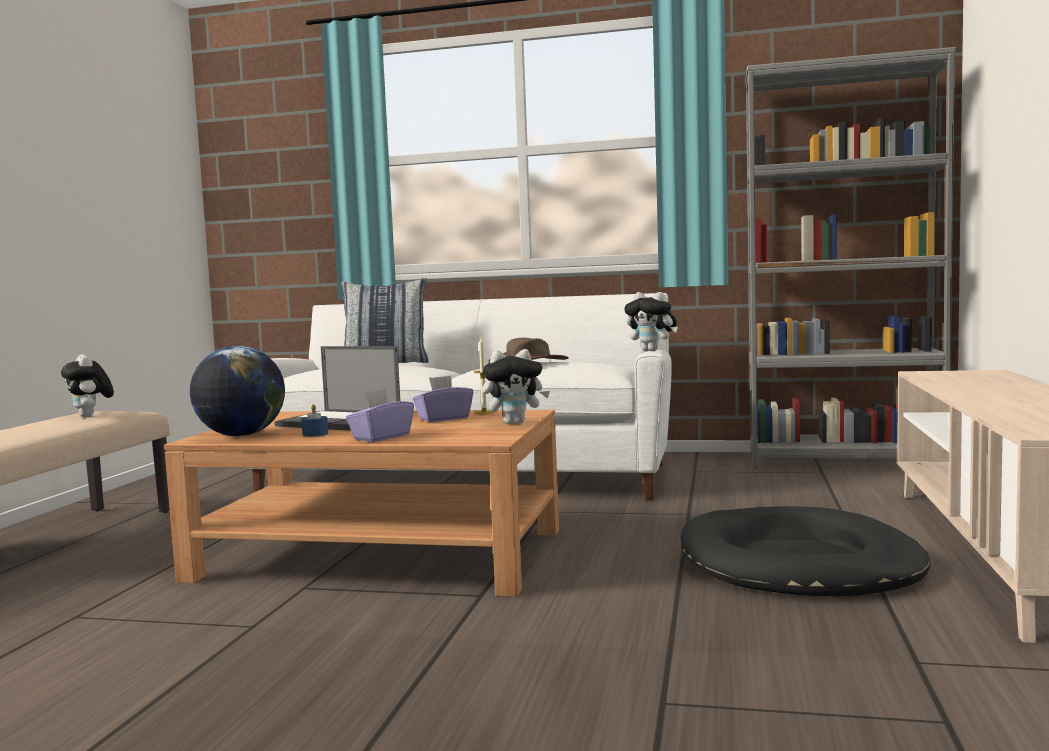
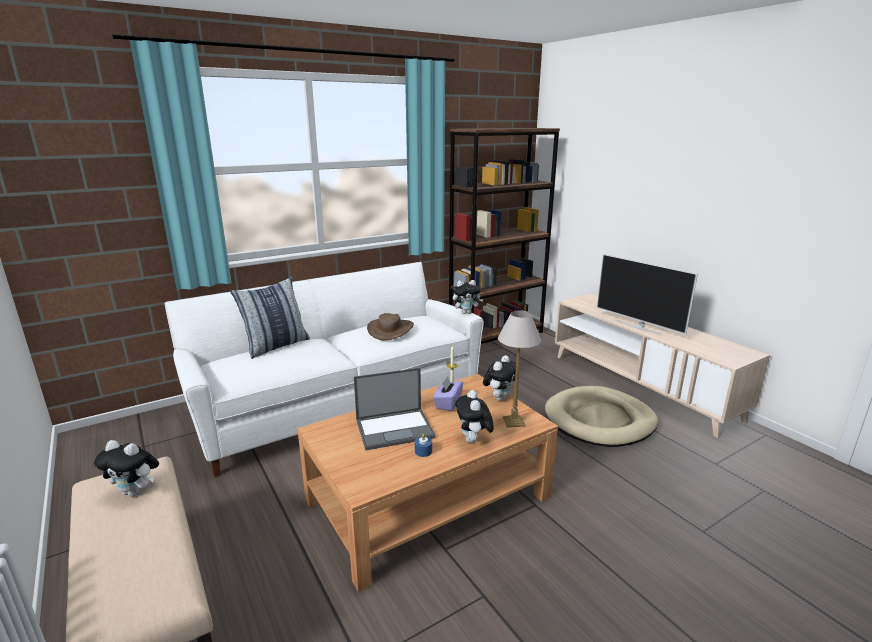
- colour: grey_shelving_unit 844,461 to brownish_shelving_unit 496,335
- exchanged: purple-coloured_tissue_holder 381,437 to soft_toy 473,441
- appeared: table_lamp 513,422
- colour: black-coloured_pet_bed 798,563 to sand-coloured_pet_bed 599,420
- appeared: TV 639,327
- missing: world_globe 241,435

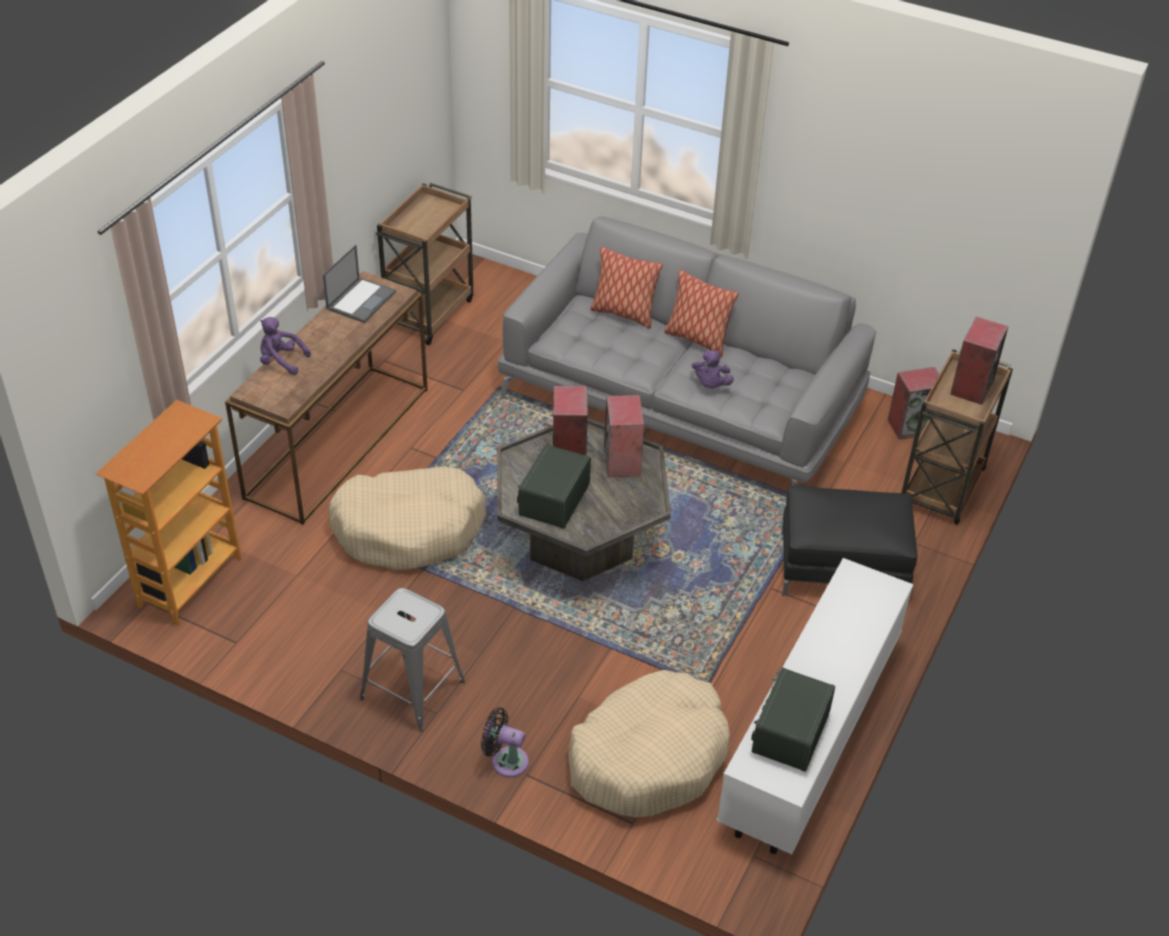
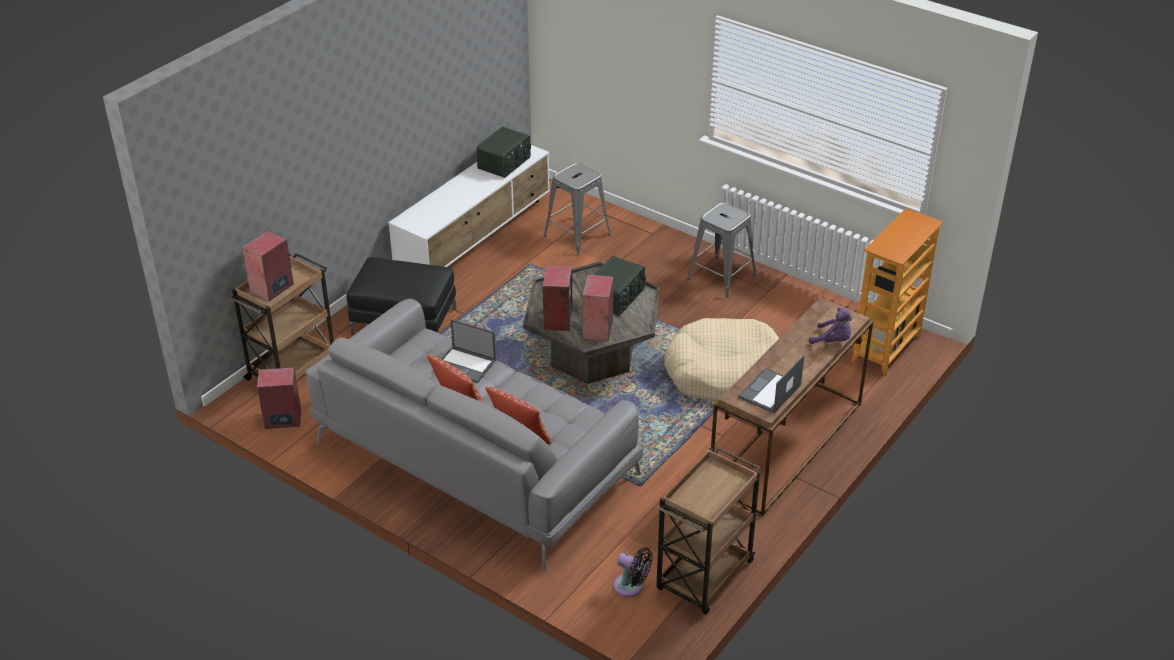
- exchanged: purple-coloured_soft_toy 710,384 to portable_computer 466,365
- exchanged: sand-coloured_pet_bed 648,756 to grey_stool_seat 577,235
- relocated: black-coloured_cooling_fan 506,761 to 631,587

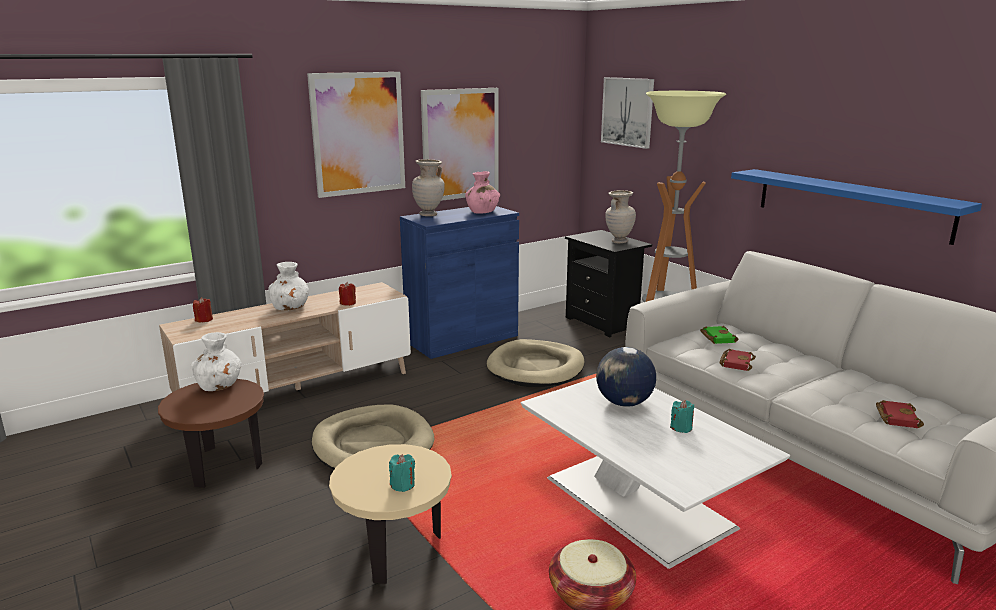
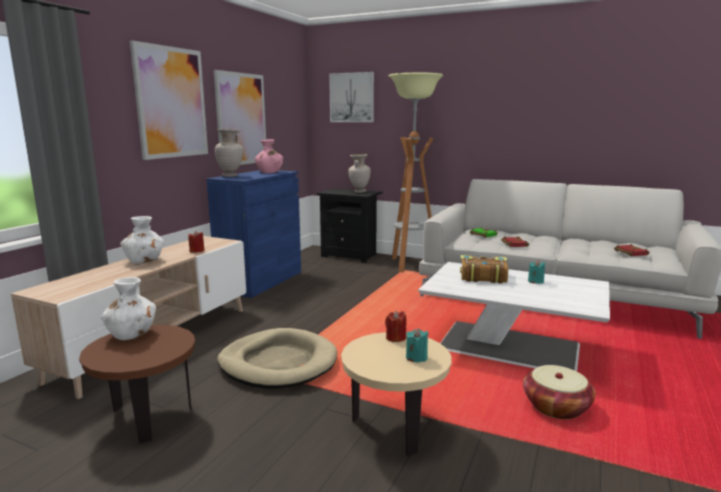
- relocated: reddish_wax_candle 204,320 to 395,338
- exchanged: world_globe 623,403 to bound_book 482,276
- missing: sand-coloured_pet_bed 536,368
- missing: blue-coloured_wall_shelf 850,204

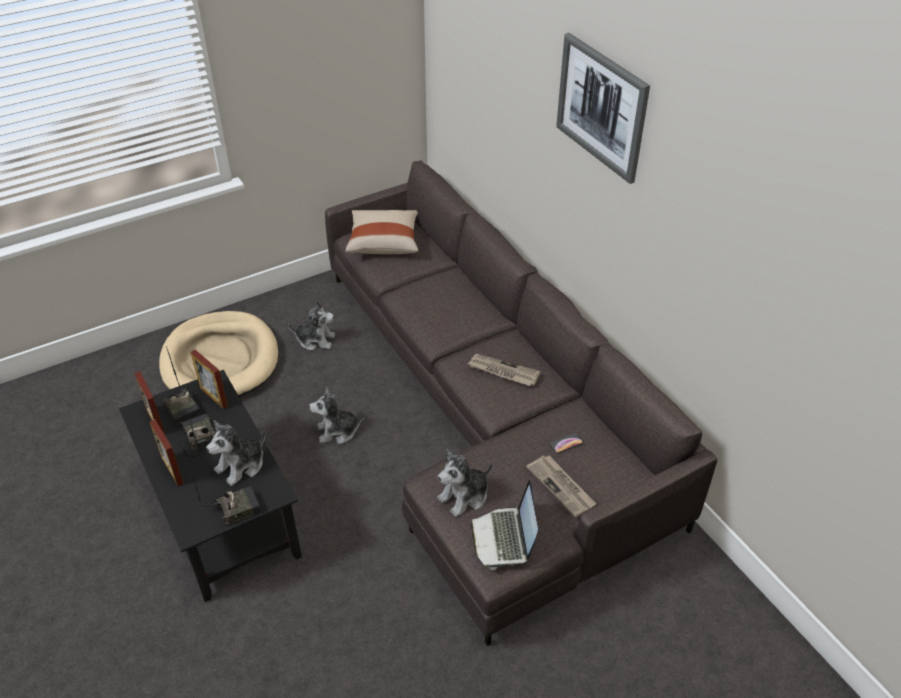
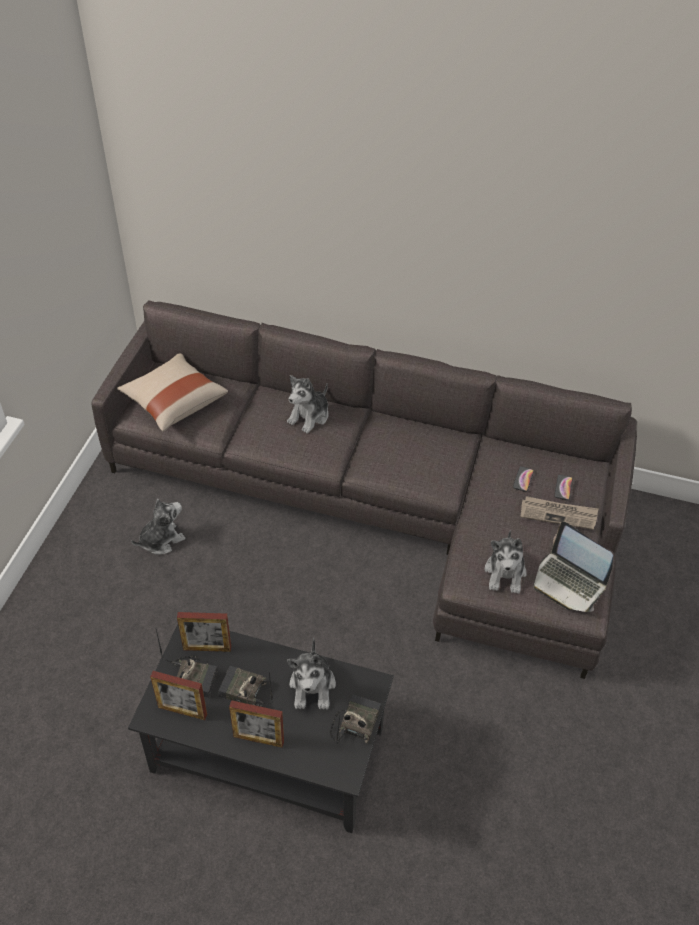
- relocated: soft_toy 338,431 to 309,416
- appeared: phone 563,487
- missing: sand-coloured_pet_bed 220,360
- missing: newspaper 503,371
- missing: picture 601,107

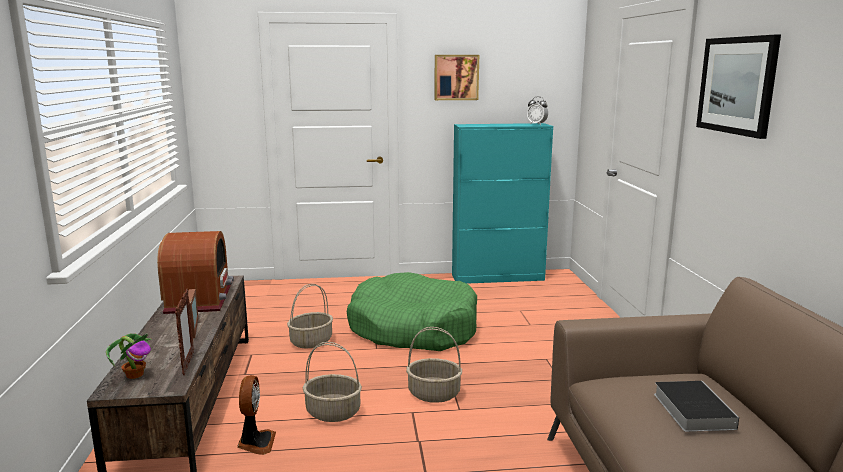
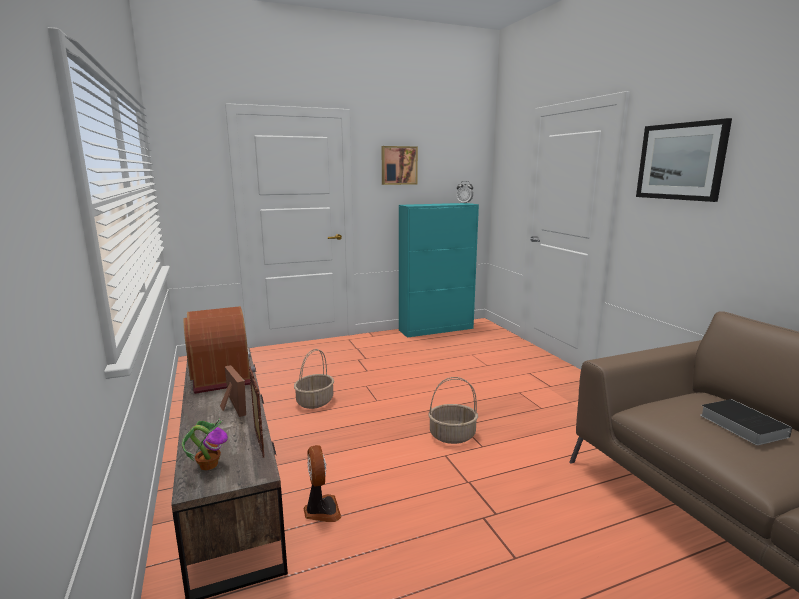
- missing: storage_basket 333,412
- missing: green-coloured_pet_bed 413,328

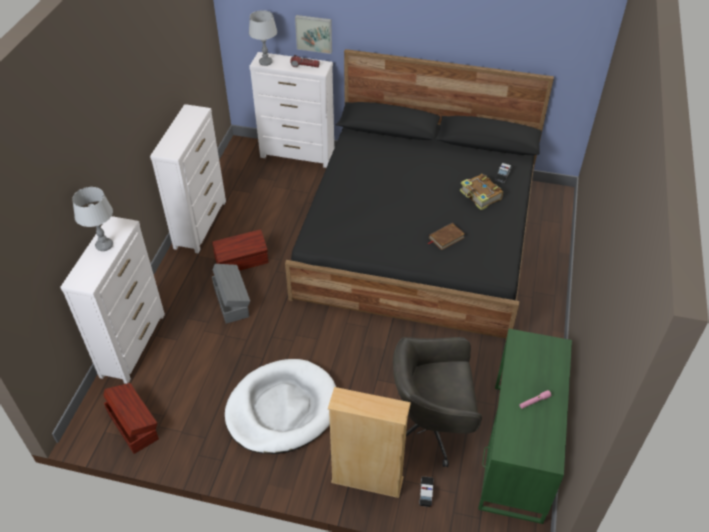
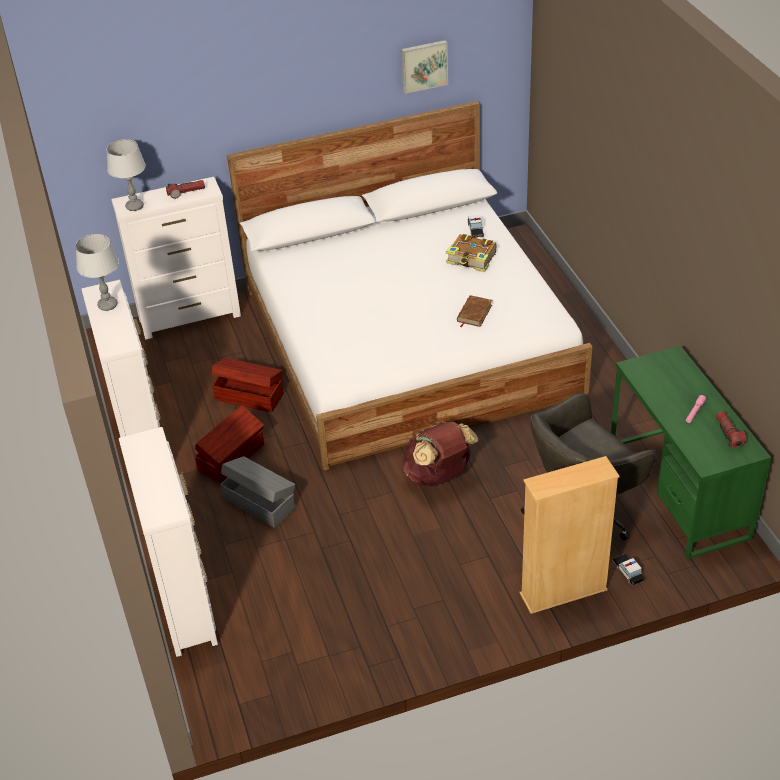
- relocated: grey_table_lamp 104,245 to 107,305
- relocated: brownish_storage_container 133,425 to 249,396
- colour: black-coloured_sleeping_bed 419,236 to white-coloured_sleeping_bed 408,341
- relocated: picture 314,33 to 424,65
- appeared: brownish_rucksack 438,476
- appeared: torch 728,434
- missing: white-coloured_pet_bed 282,409

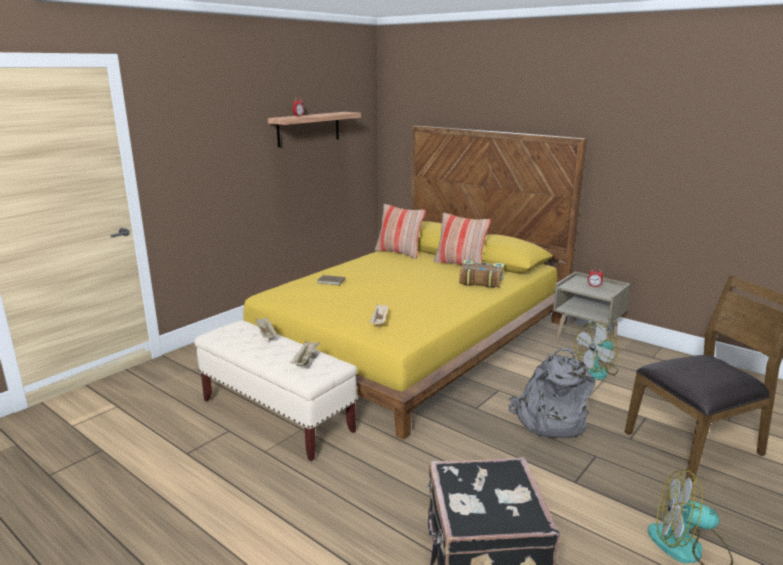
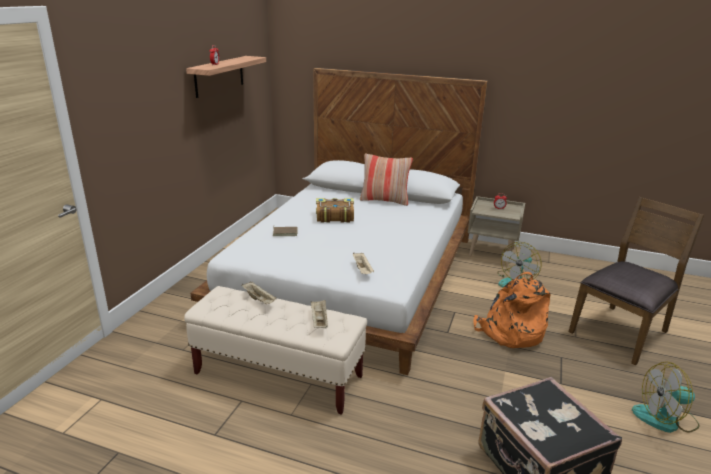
- colour: yellowish_sleeping_bed 411,341 to white-coloured_sleeping_bed 353,276
- relocated: bound_book 480,280 to 334,216
- colour: grey_rucksack 549,420 to orange-coloured_rucksack 509,332
- missing: cushion 399,252

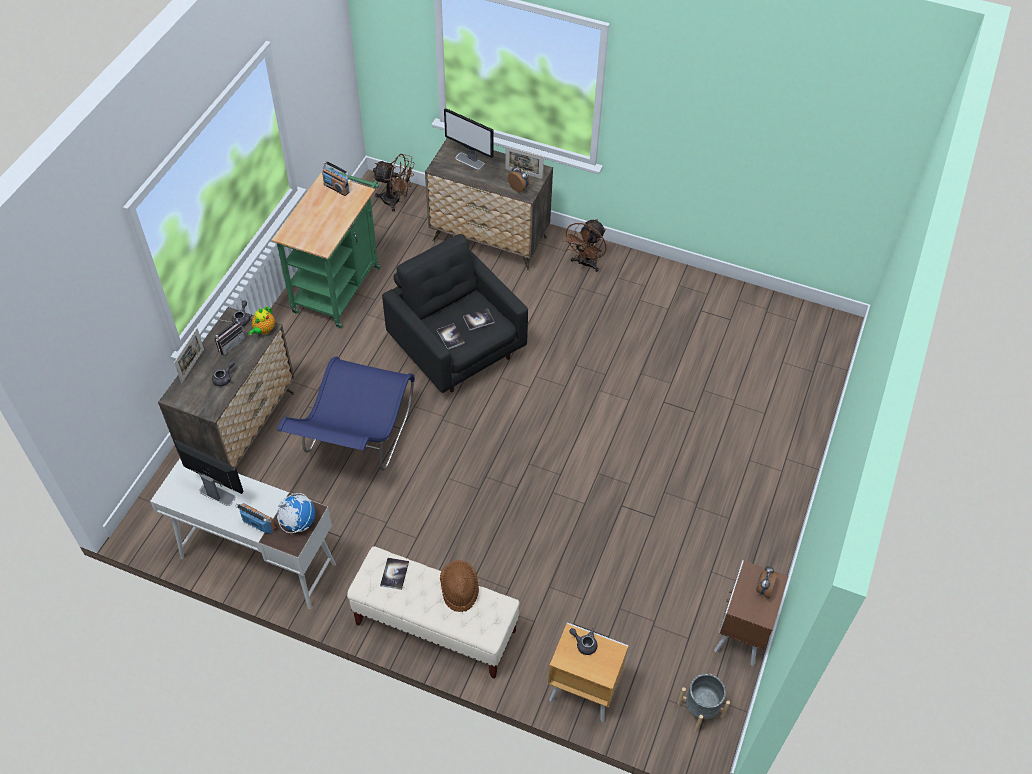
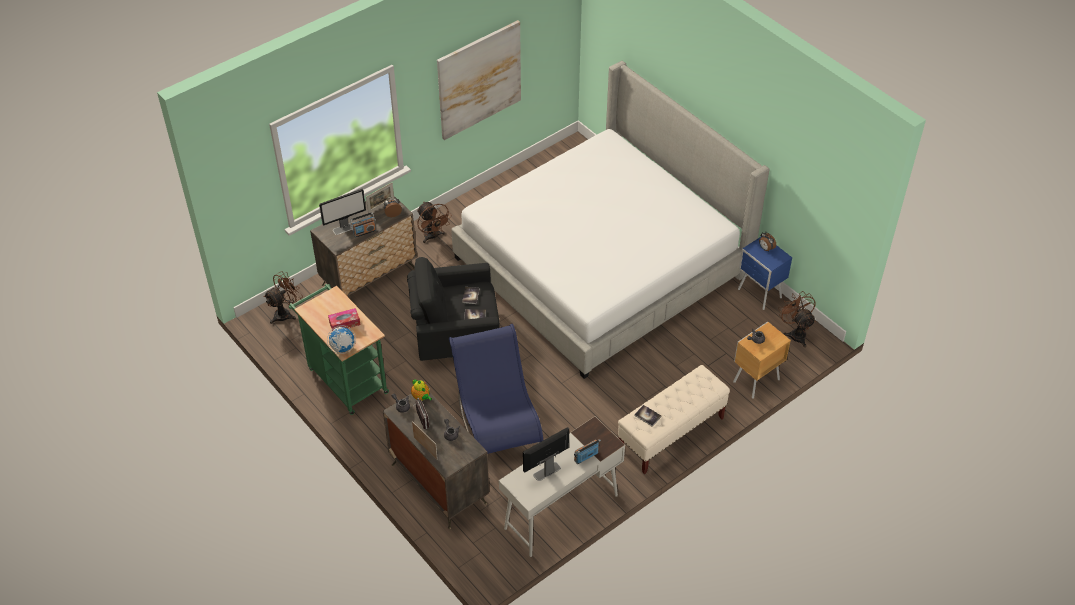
- relocated: world_globe 298,522 to 342,348
- appeared: tissue_holder 344,323
- relocated: radio_receiver 336,188 to 364,232
- appeared: picture 479,79
- spun: blue-coloured_chair 356,441 = 496,421 150 degrees counterclockwise
- appeared: sleeping_bed 601,265
- colour: brownish_nightstand 739,636 to blue-coloured_nightstand 760,294
- exchanged: grey_planter 700,710 to brownish_cooling_fan 795,333
- missing: brownish_hat 459,590

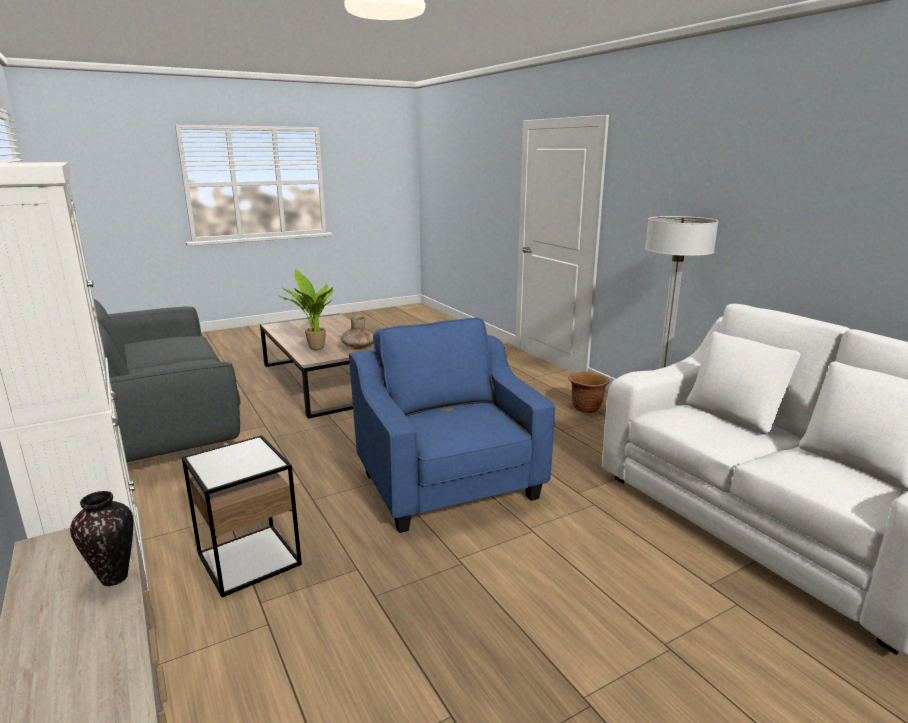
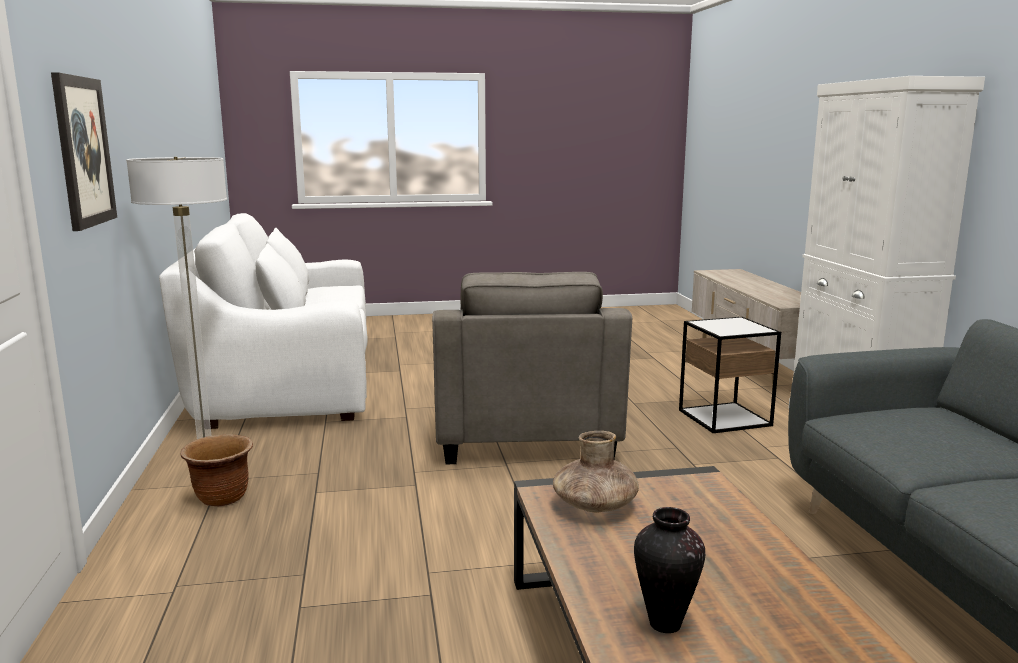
- appeared: picture 83,151
- colour: blue-coloured_armchair 450,485 to grey_armchair 524,438
- relocated: decorative_vase 115,578 to 663,623
- missing: potted_plant 314,349

